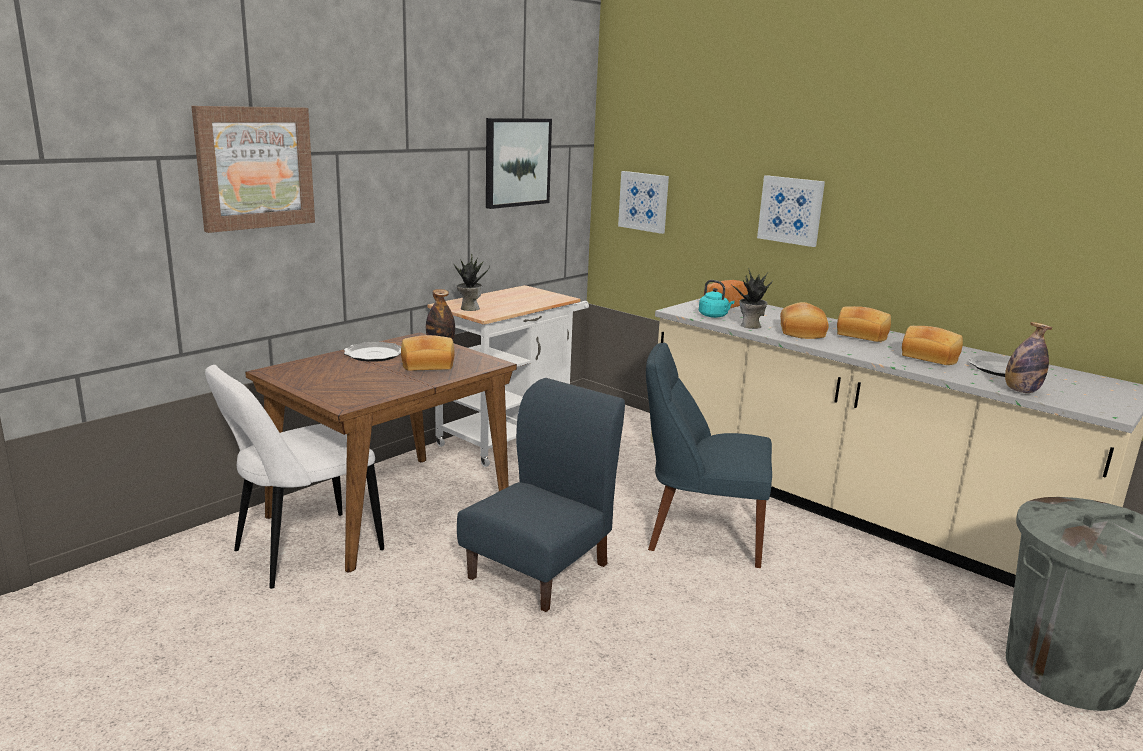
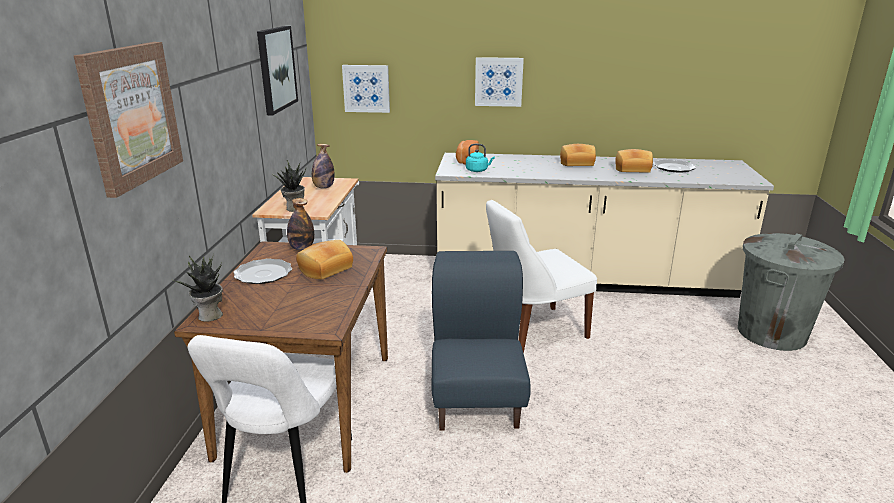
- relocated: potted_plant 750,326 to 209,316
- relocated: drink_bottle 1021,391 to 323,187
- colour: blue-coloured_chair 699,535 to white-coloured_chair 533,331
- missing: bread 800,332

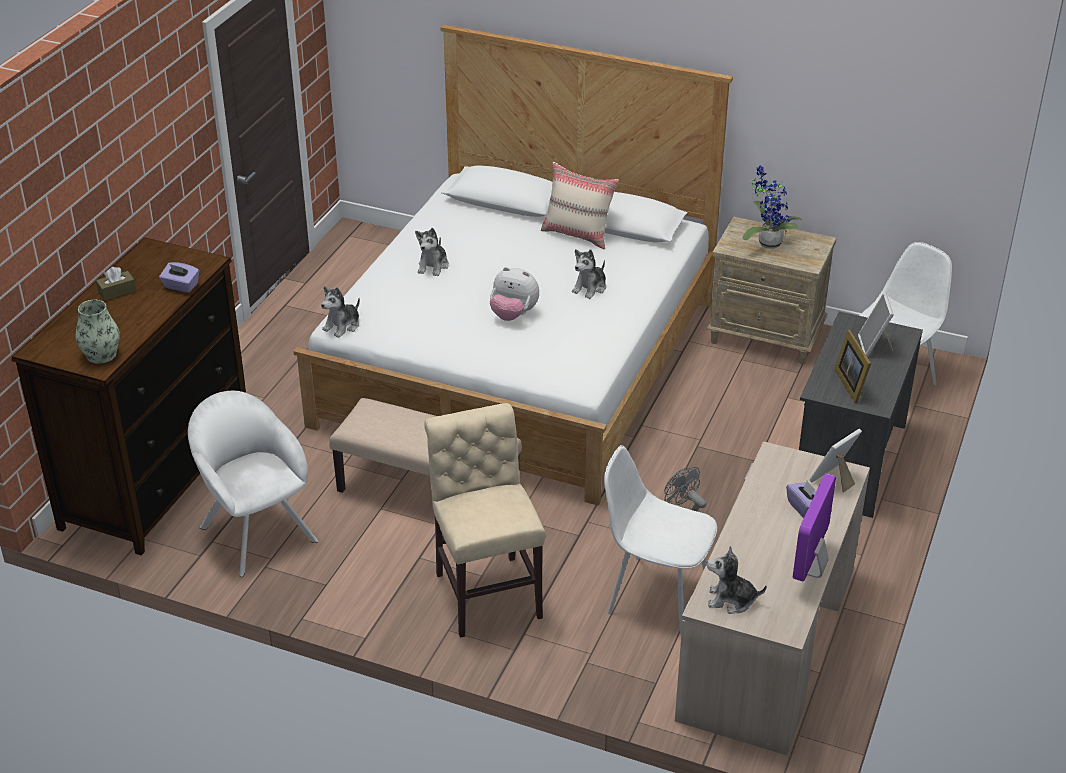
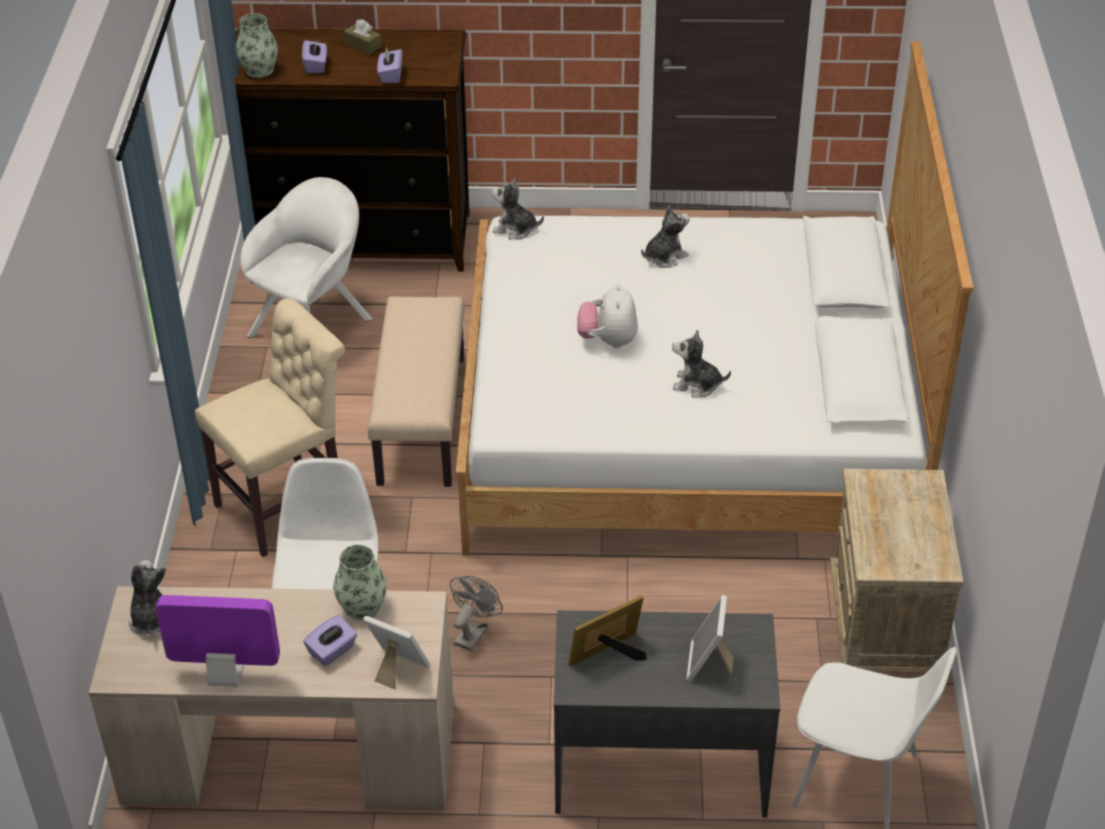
- appeared: purple-coloured_tissue_holder 316,66
- appeared: decorative_vase 362,606
- spun: soft_toy 433,266 = 664,257 150 degrees clockwise
- spun: photo_frame 874,346 = 708,664 60 degrees counterclockwise
- missing: sand-coloured_cushion 578,234
- missing: potted_plant 767,242

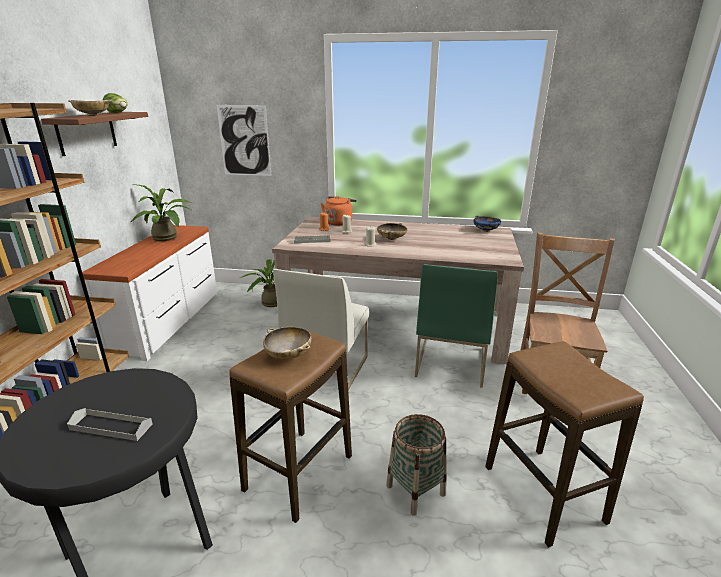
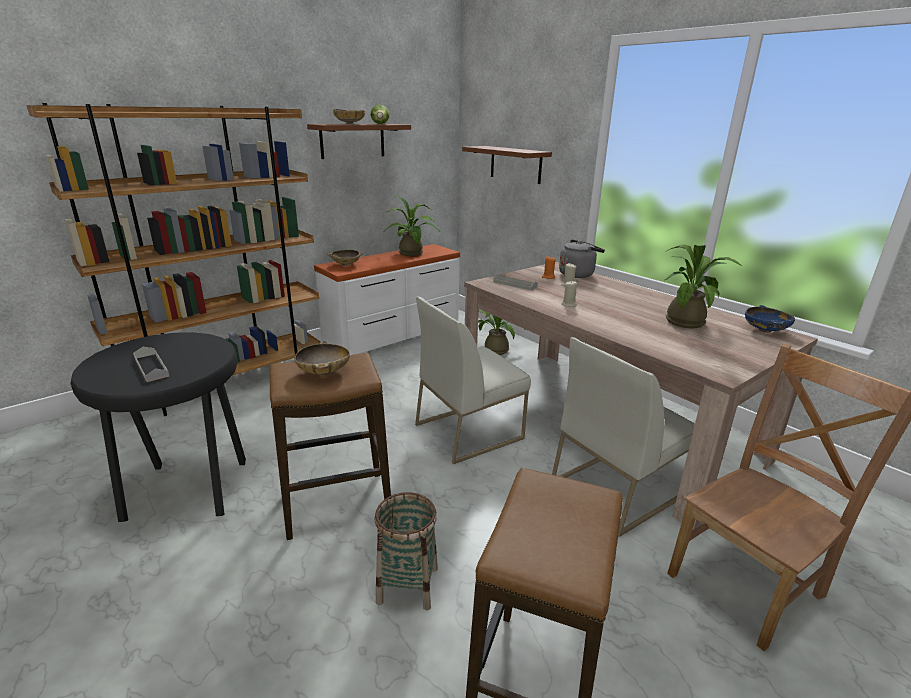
- relocated: sand-coloured_bowl 391,239 to 346,265
- exchanged: picture 244,141 to brownish_wall_shelf 515,164
- colour: green-coloured_chair 450,361 to white-coloured_chair 615,489
- colour: orange-coloured_water_kettle 339,222 to grey_water_kettle 578,274
- appeared: potted_plant 687,321

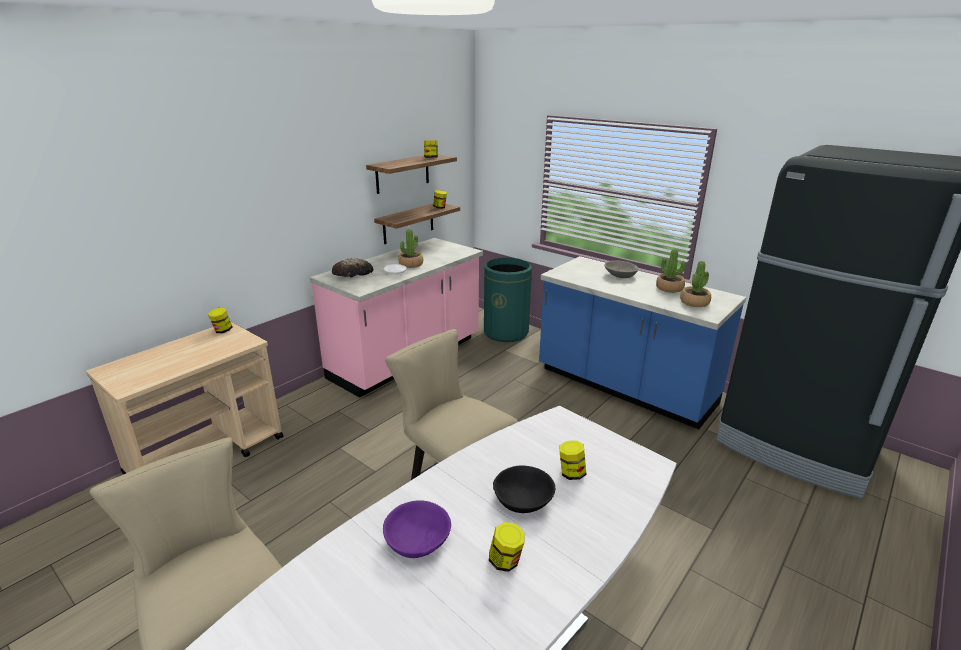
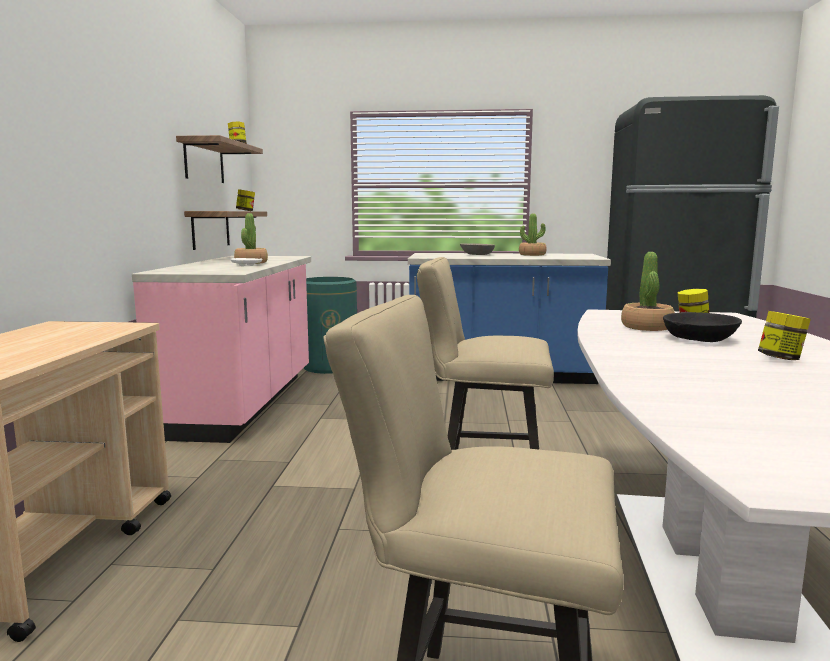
- relocated: potted_plant 694,302 to 647,327
- missing: storage_jar 222,330
- missing: bread 353,272
- missing: purple-coloured_bowl 417,539

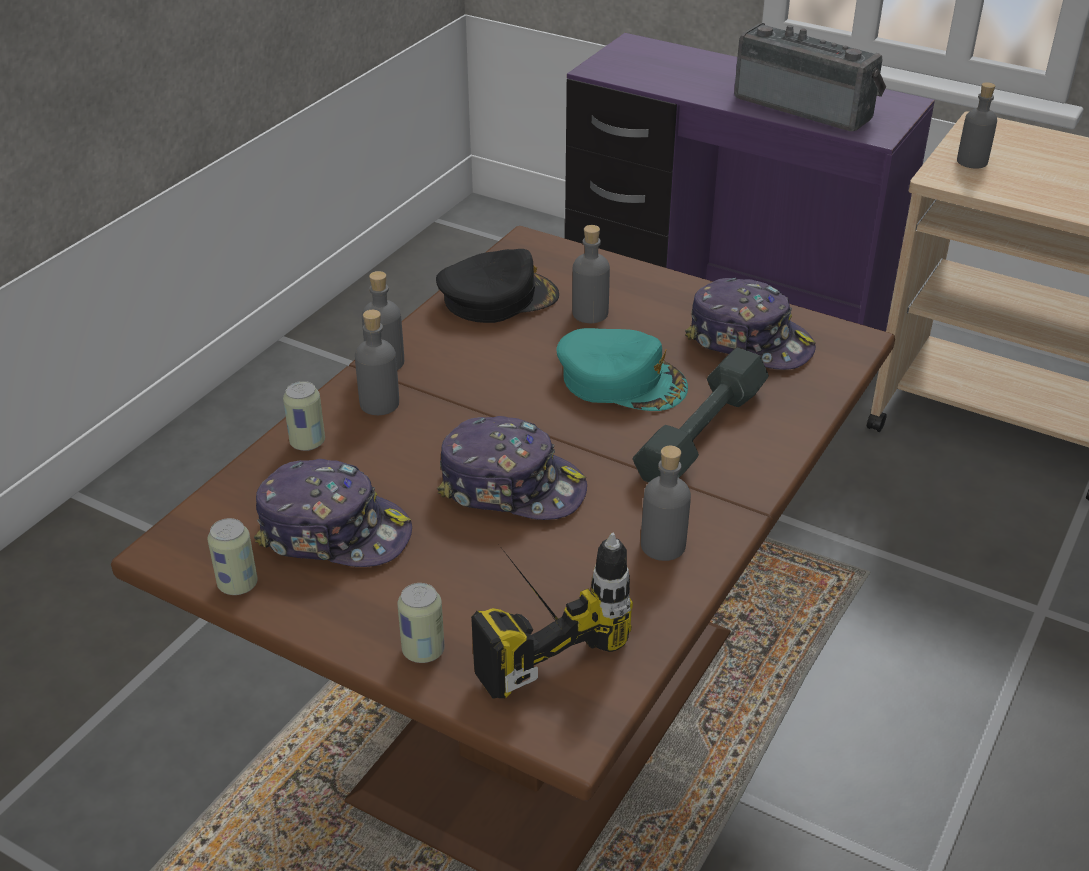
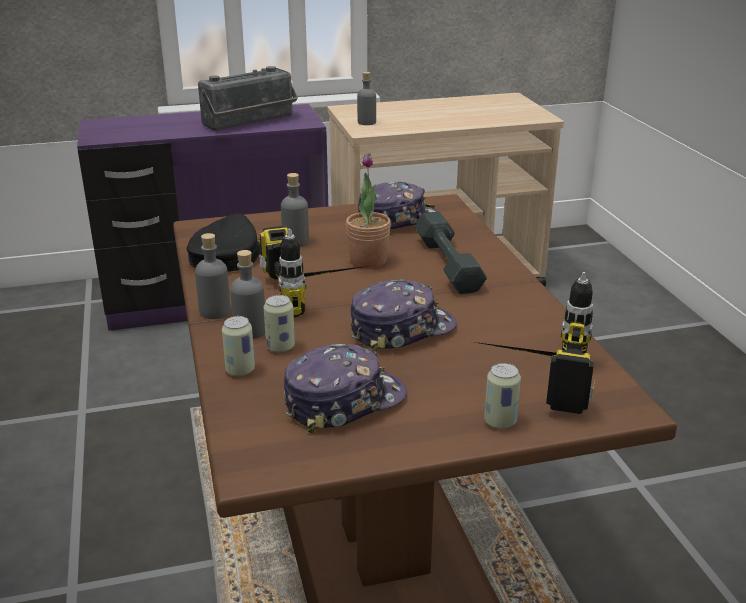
- spun: radio_receiver 806,106 = 250,122 150 degrees clockwise
- appeared: electric_drill 320,292
- relocated: metal_can 237,584 to 280,347
- exchanged: turquoise_cap 621,380 to potted_plant 368,261
- missing: grey_drink_bottle 663,545

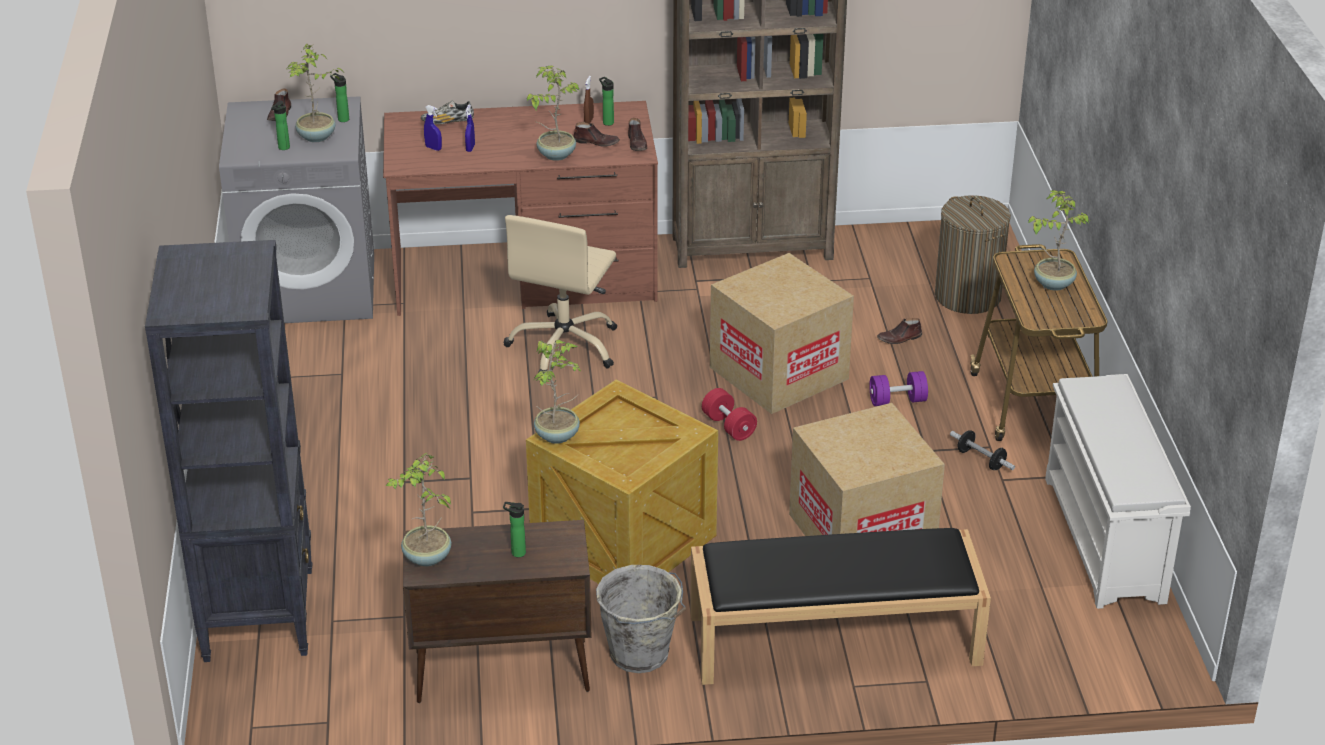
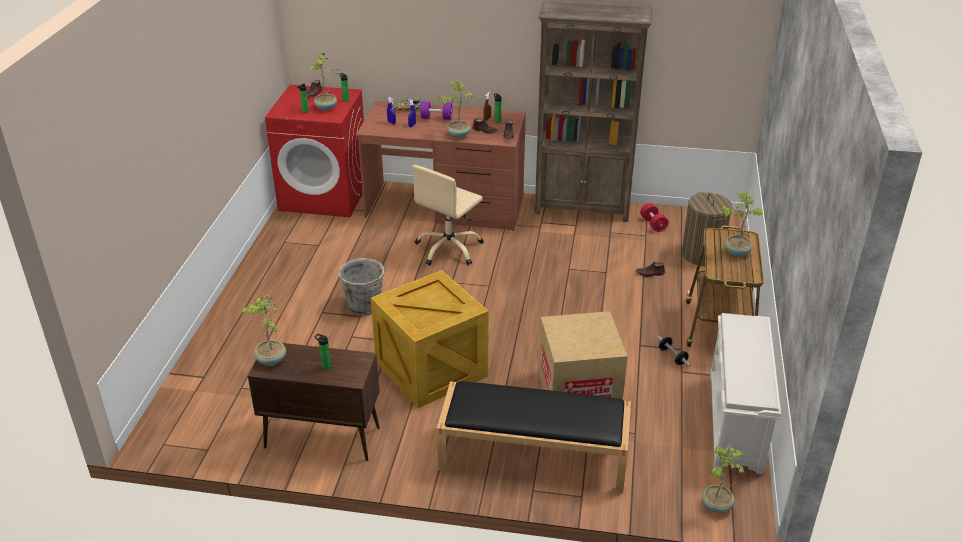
- colour: grey_washing_machine 310,288 to reddish_washing_machine 325,196
- relocated: grey_pail 641,654 to 365,307
- relocated: purple-coloured_dumbbell 897,400 to 436,118
- relocated: reddish_dumbbell 728,426 to 653,224
- relocated: potted_plant 558,435 to 717,505
- missing: black-coloured_shelving_unit 259,613
- missing: carton 778,373

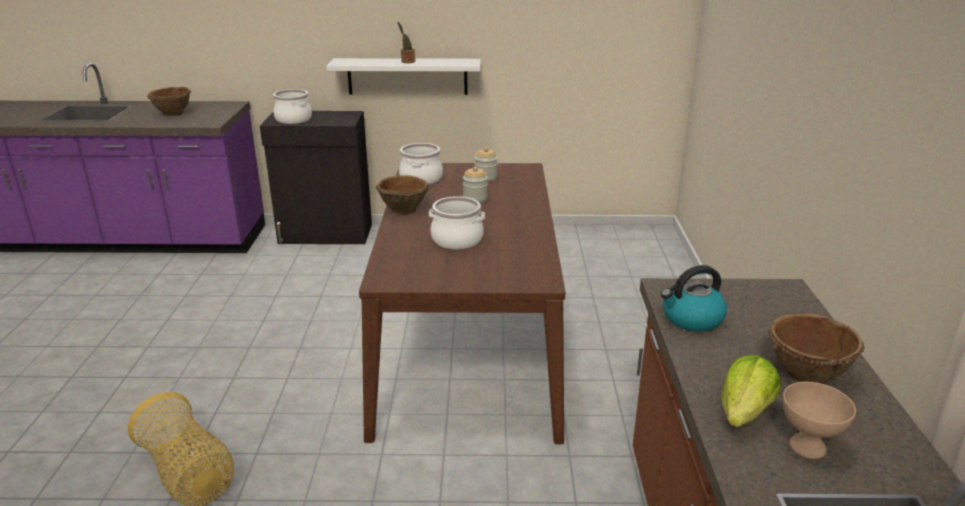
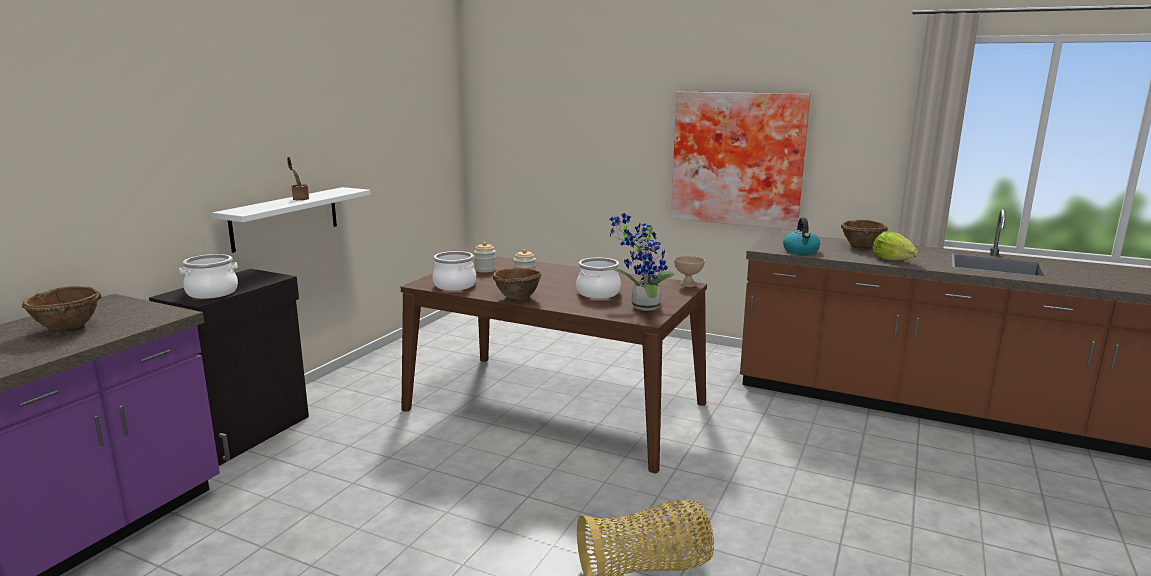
- appeared: potted_plant 641,307
- appeared: picture 738,159
- relocated: sand-coloured_bowl 808,447 to 688,284

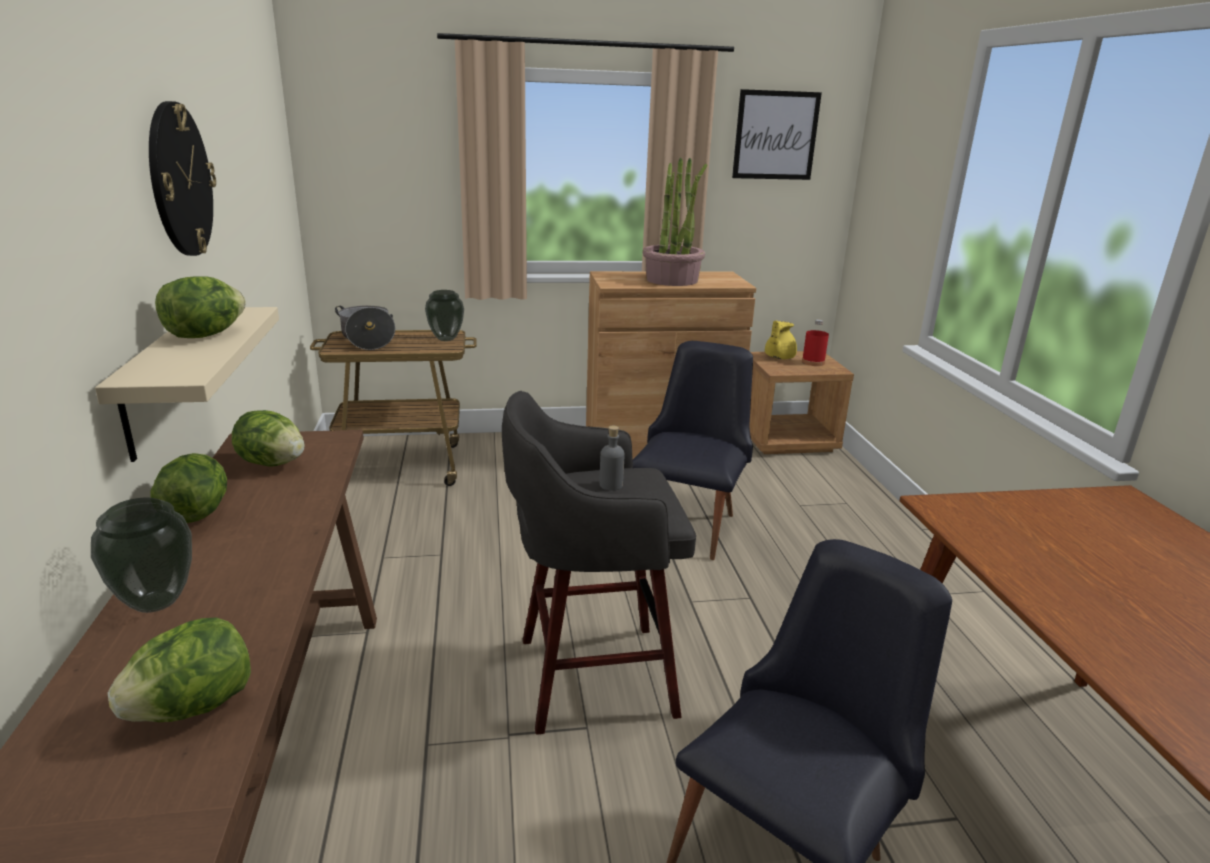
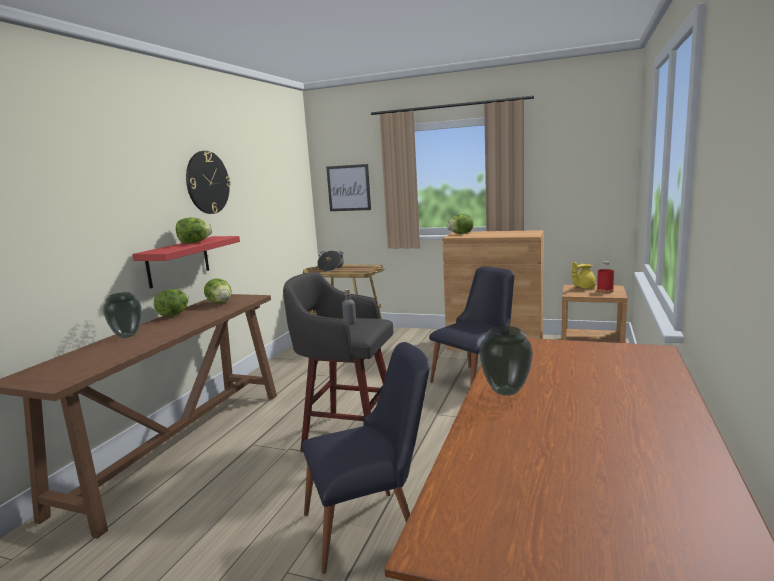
- colour: sand-coloured_wall_shelf 162,381 to reddish_wall_shelf 178,261
- relocated: picture 775,135 to 348,188
- relocated: lettuce 194,707 to 460,233
- relocated: decorative_vase 446,339 to 507,391
- missing: potted_plant 672,280

